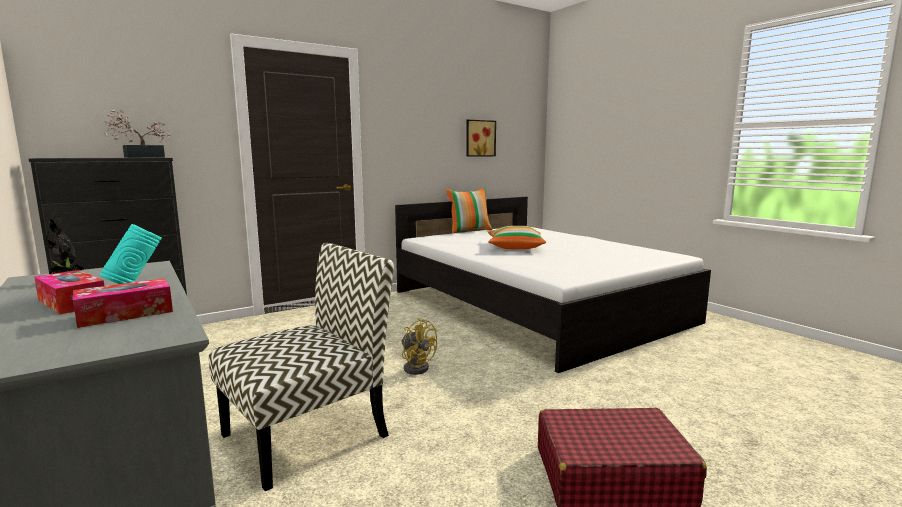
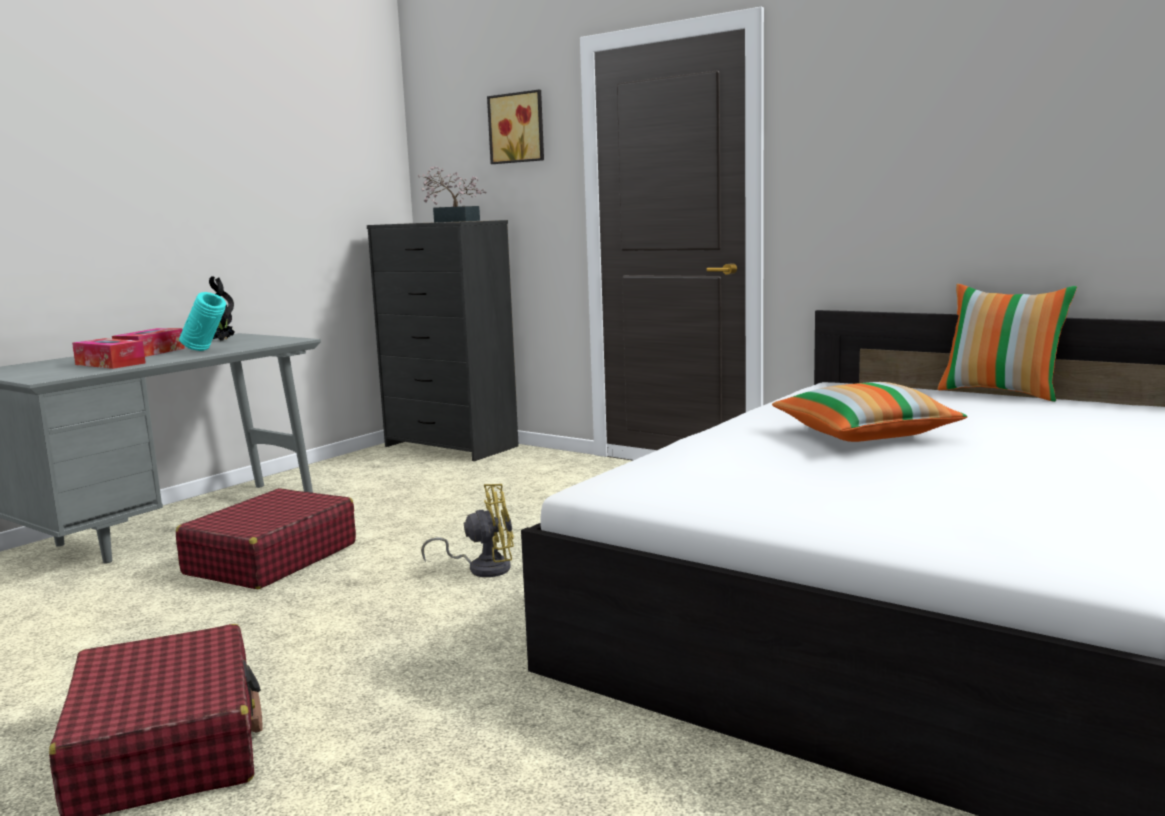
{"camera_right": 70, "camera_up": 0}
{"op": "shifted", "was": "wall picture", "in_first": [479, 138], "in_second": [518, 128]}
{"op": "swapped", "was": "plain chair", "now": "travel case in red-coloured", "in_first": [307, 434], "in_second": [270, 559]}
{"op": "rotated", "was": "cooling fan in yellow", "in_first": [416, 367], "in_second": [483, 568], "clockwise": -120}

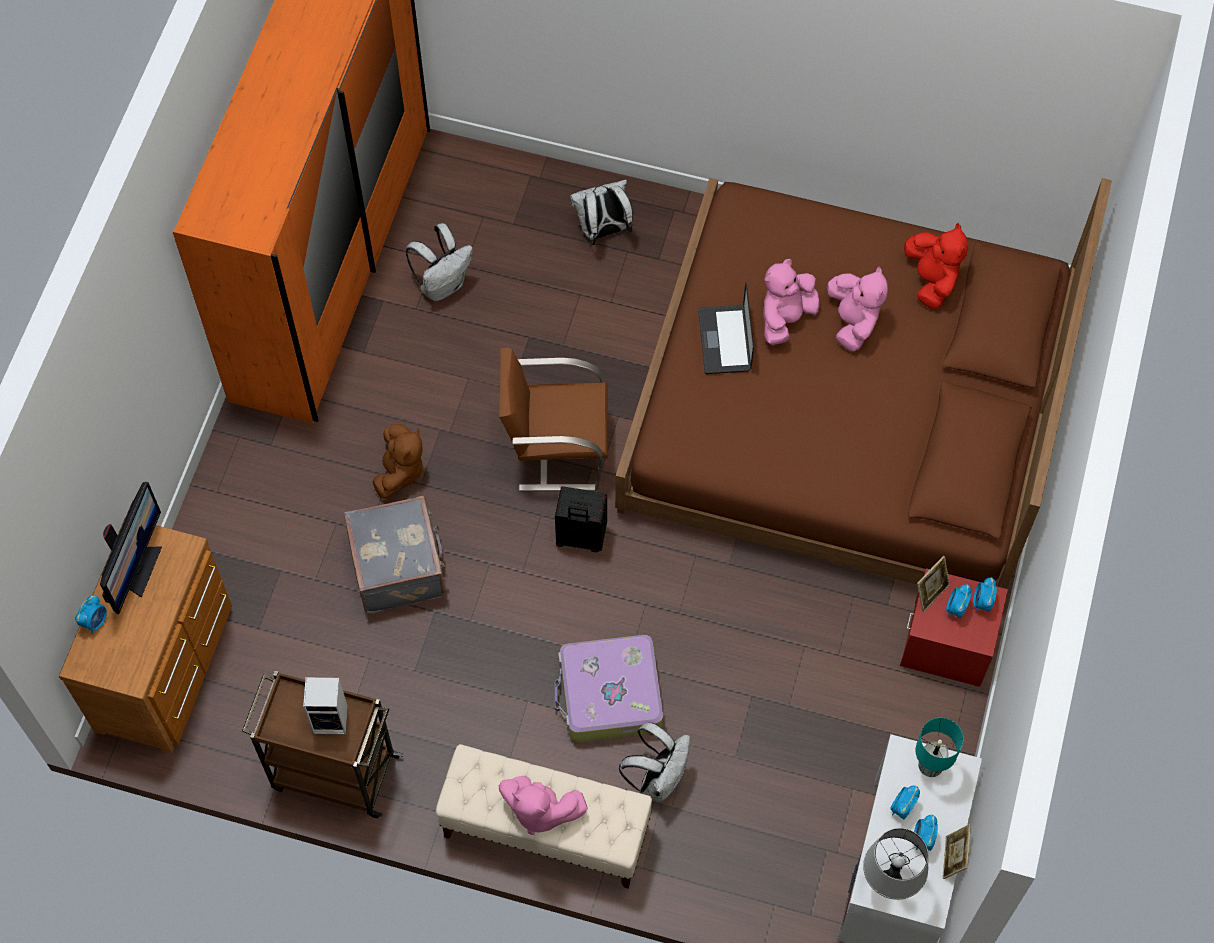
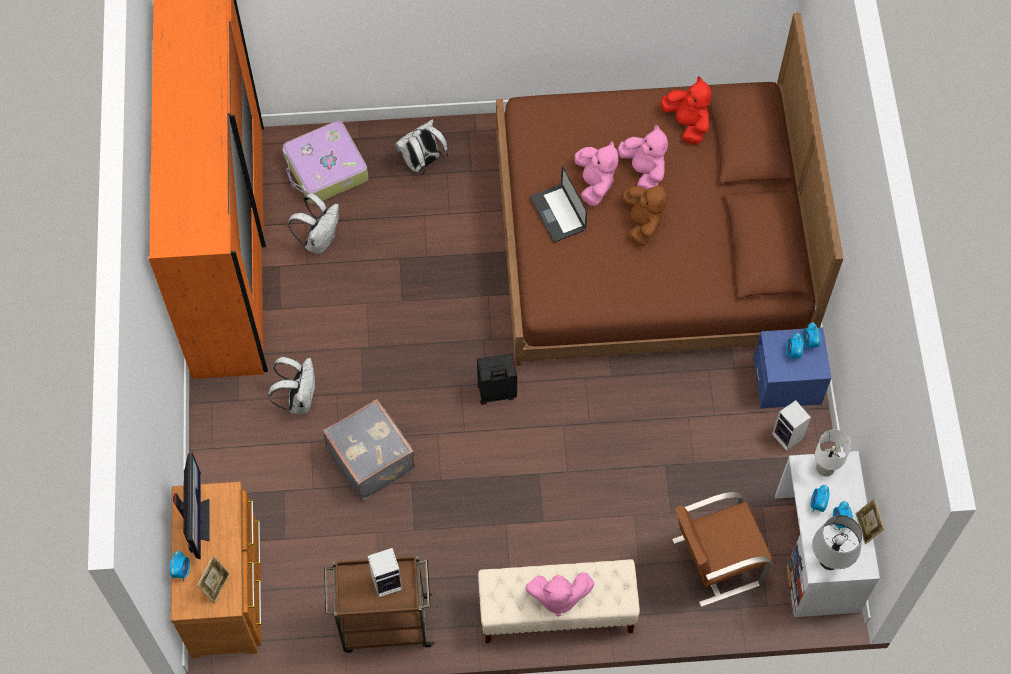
{"camera_right": -20, "camera_up": 0}
{"op": "rotated", "was": "plush toy in pink-coloured", "in_first": [786, 318], "in_second": [595, 183], "clockwise": 150}
{"op": "shifted", "was": "plain chair in brown-coloured", "in_first": [556, 449], "in_second": [714, 562]}
{"op": "shifted", "was": "plush toy in brown-coloured", "in_first": [400, 471], "in_second": [642, 223]}
{"op": "shifted", "was": "standing frame", "in_first": [930, 593], "in_second": [216, 585]}
{"op": "repainted", "was": "bedside table in red-coloured", "now": "bedside table in blue", "in_first": [947, 644], "in_second": [787, 382]}
{"op": "shifted", "was": "travel case", "in_first": [609, 695], "in_second": [325, 169]}
{"op": "repainted", "was": "table lamp in turquoise-coloured", "now": "table lamp in white", "in_first": [930, 766], "in_second": [825, 468]}
{"op": "shifted", "was": "rucksack in white", "in_first": [658, 778], "in_second": [299, 399]}
{"op": "new", "now": "audio speaker", "in_second": [788, 437]}

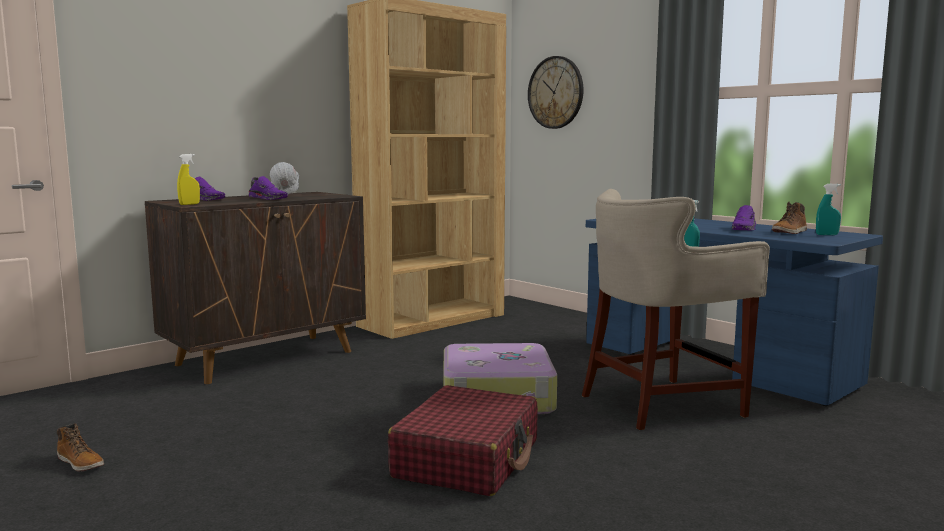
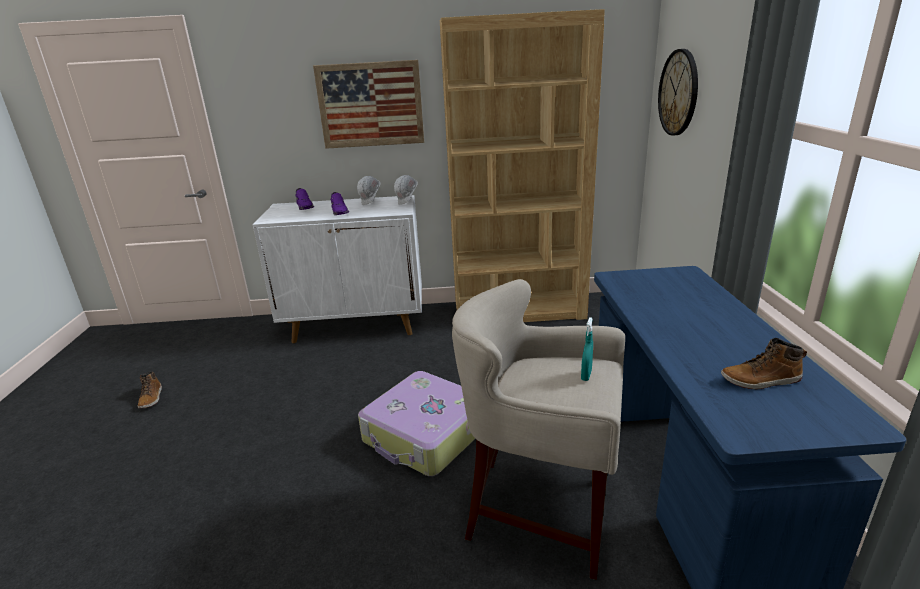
{"camera_right": 40, "camera_up": 15}
{"op": "gone", "was": "sprayer in yellow", "in_first": [189, 204]}
{"op": "gone", "was": "sprayer in turquoise-coloured", "in_first": [827, 235]}
{"op": "repainted", "was": "cupboard in brown-coloured", "now": "cupboard in white", "in_first": [267, 358], "in_second": [356, 324]}
{"op": "gone", "was": "shoe in purple-coloured", "in_first": [745, 229]}
{"op": "gone", "was": "travel case in red-coloured", "in_first": [468, 459]}
{"op": "new", "now": "wall picture", "in_second": [370, 105]}
{"op": "new", "now": "safety helmet in white", "in_second": [407, 202]}

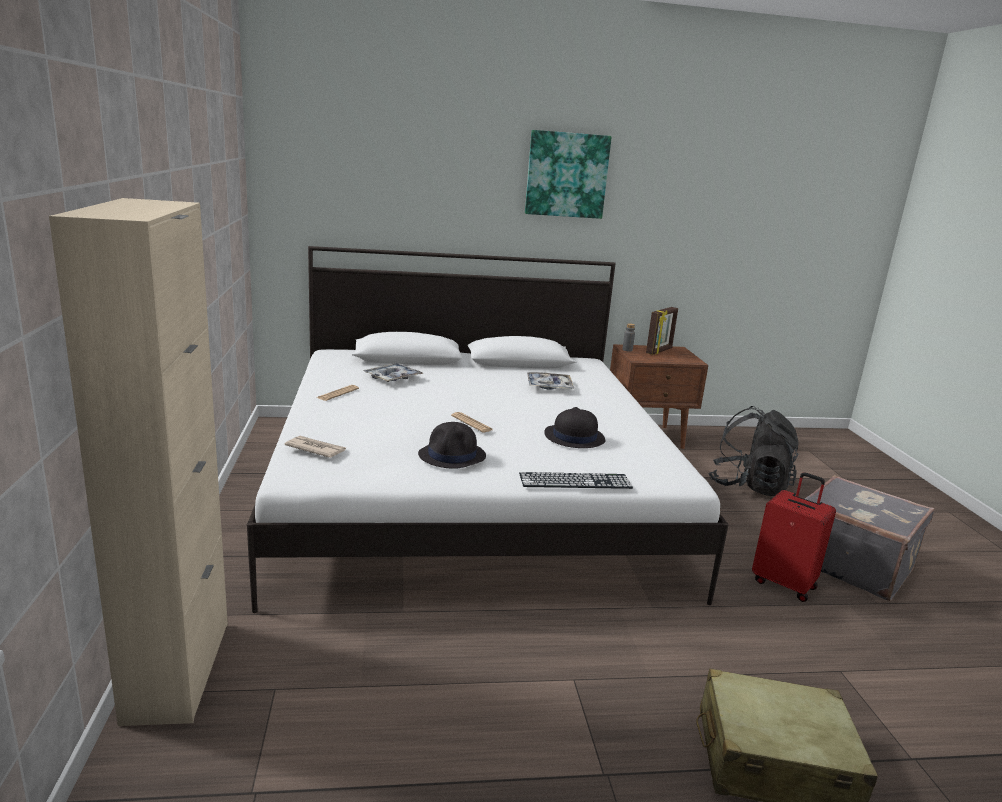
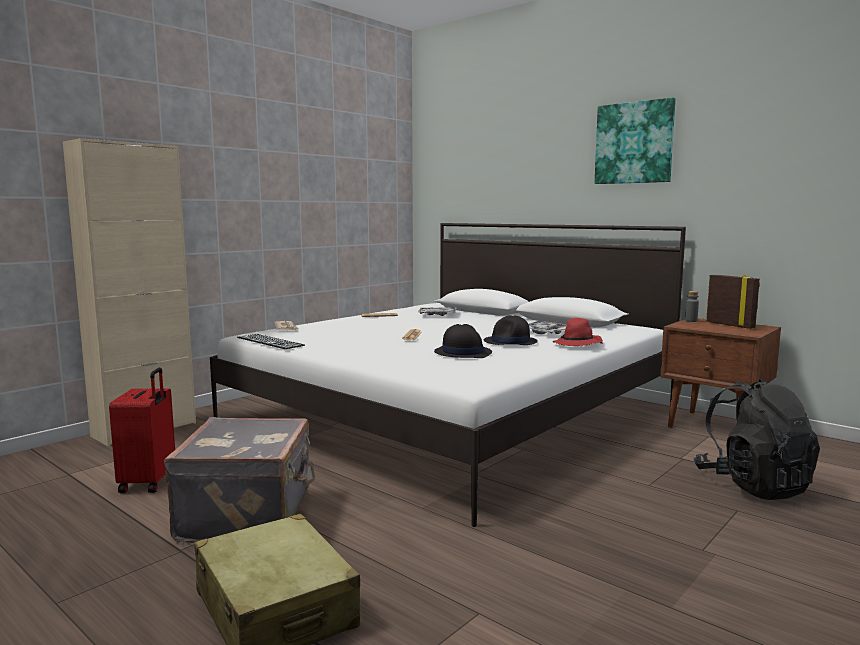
{"camera_right": 50, "camera_up": -10}
{"op": "rotated", "was": "standing frame", "in_first": [659, 351], "in_second": [730, 325], "clockwise": -120}
{"op": "shifted", "was": "clothing hat in black", "in_first": [452, 456], "in_second": [510, 342]}
{"op": "shifted", "was": "computer keyboard", "in_first": [575, 481], "in_second": [270, 341]}
{"op": "shifted", "was": "travel case in red-coloured", "in_first": [784, 584], "in_second": [149, 482]}
{"op": "shifted", "was": "travel case in grey", "in_first": [851, 564], "in_second": [249, 514]}
{"op": "new", "now": "clothing hat in red-coloured", "in_second": [578, 344]}

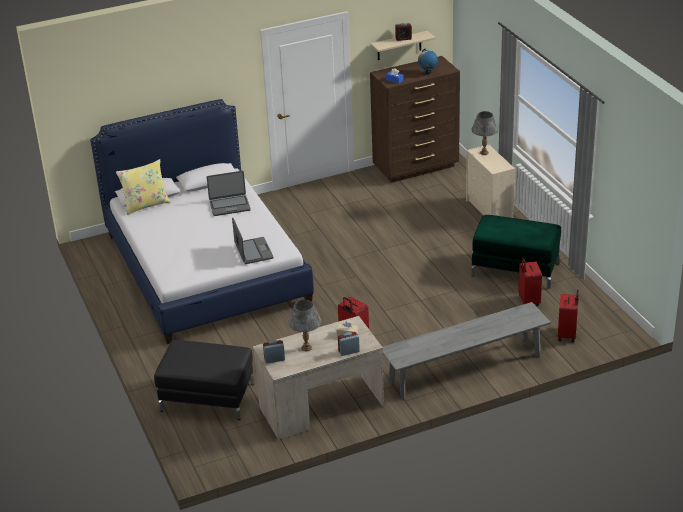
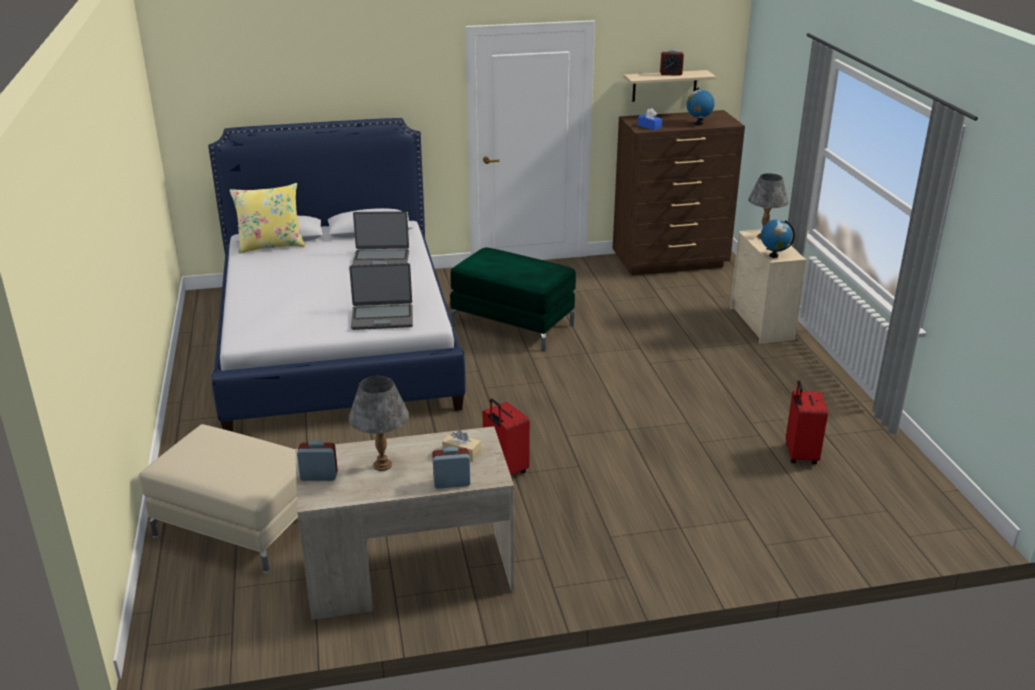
{"camera_right": 10, "camera_up": -5}
{"op": "shifted", "was": "footrest in green-coloured", "in_first": [516, 269], "in_second": [513, 325]}
{"op": "rotated", "was": "portable computer", "in_first": [253, 251], "in_second": [382, 317], "clockwise": 90}
{"op": "gone", "was": "travel case in red-coloured", "in_first": [567, 334]}
{"op": "gone", "was": "long seat in grey", "in_first": [465, 368]}
{"op": "repainted", "was": "footrest in black", "now": "footrest in sand-coloured", "in_first": [207, 397], "in_second": [236, 527]}
{"op": "new", "now": "world globe", "in_second": [773, 255]}

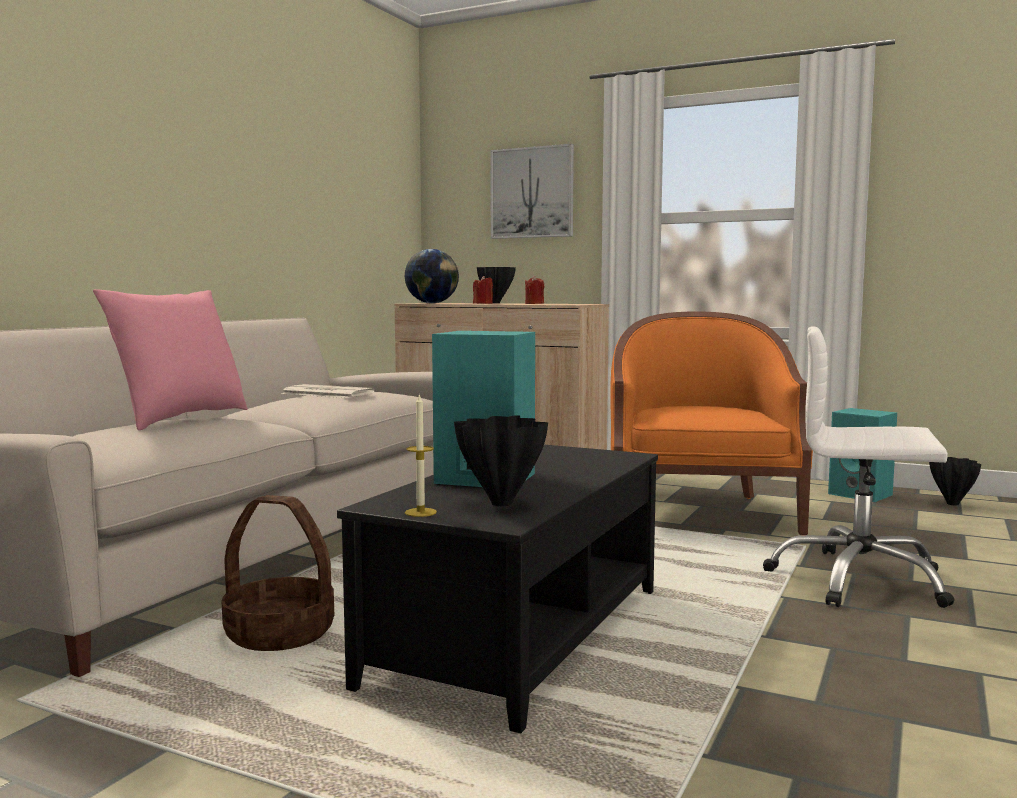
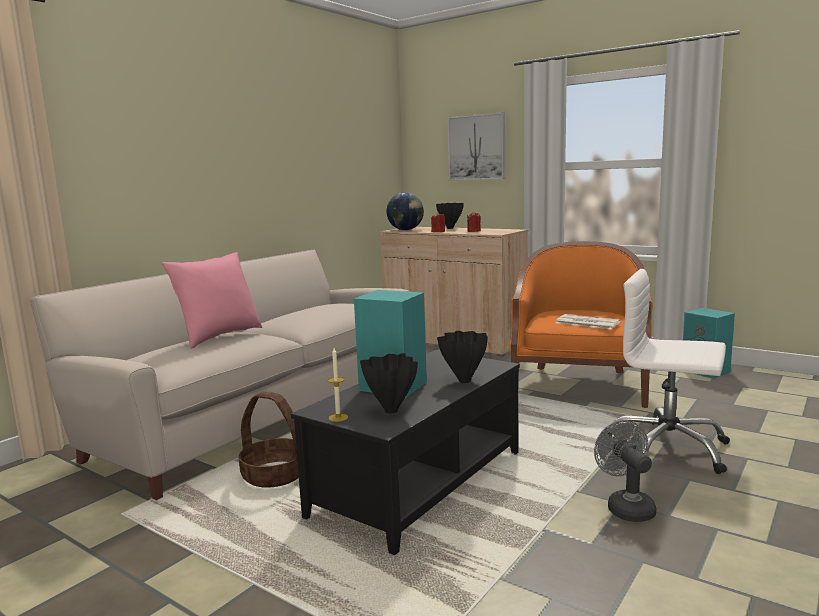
{"camera_right": 10, "camera_up": 5}
{"op": "shifted", "was": "daily paper", "in_first": [326, 393], "in_second": [586, 323]}
{"op": "shifted", "was": "decorative vase in black", "in_first": [952, 503], "in_second": [464, 381]}
{"op": "new", "now": "cooling fan in grey", "in_second": [626, 506]}

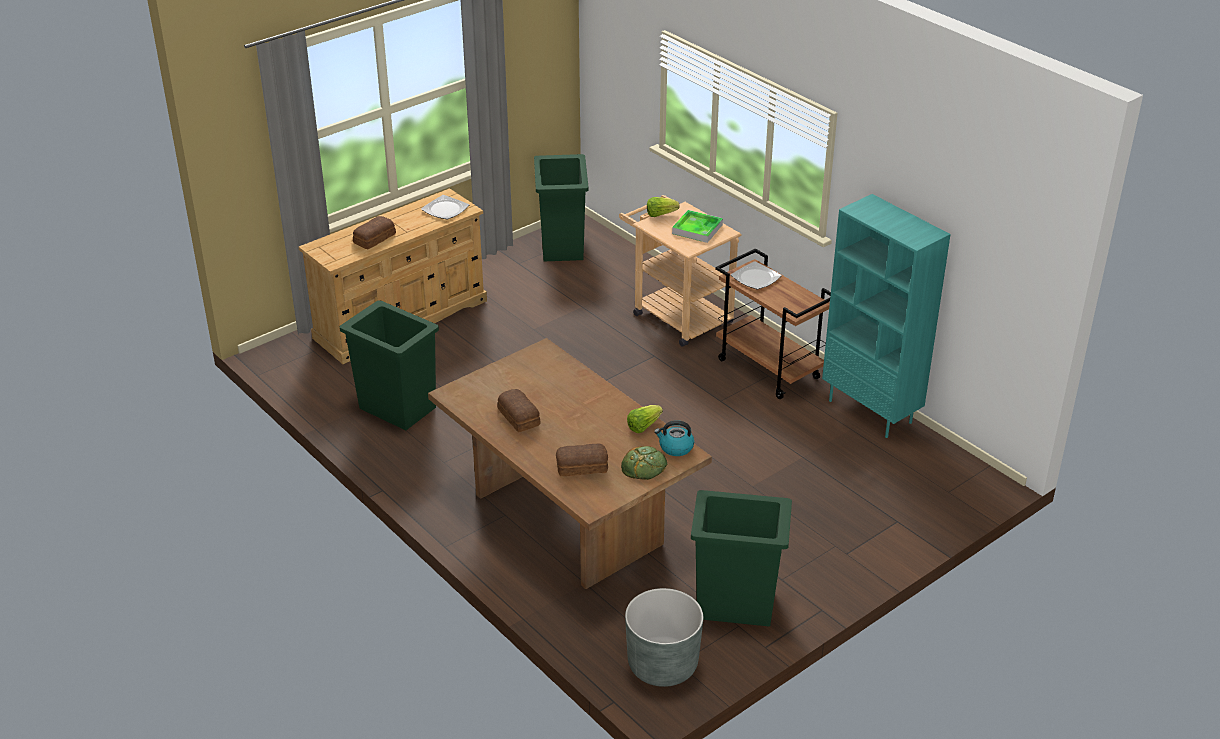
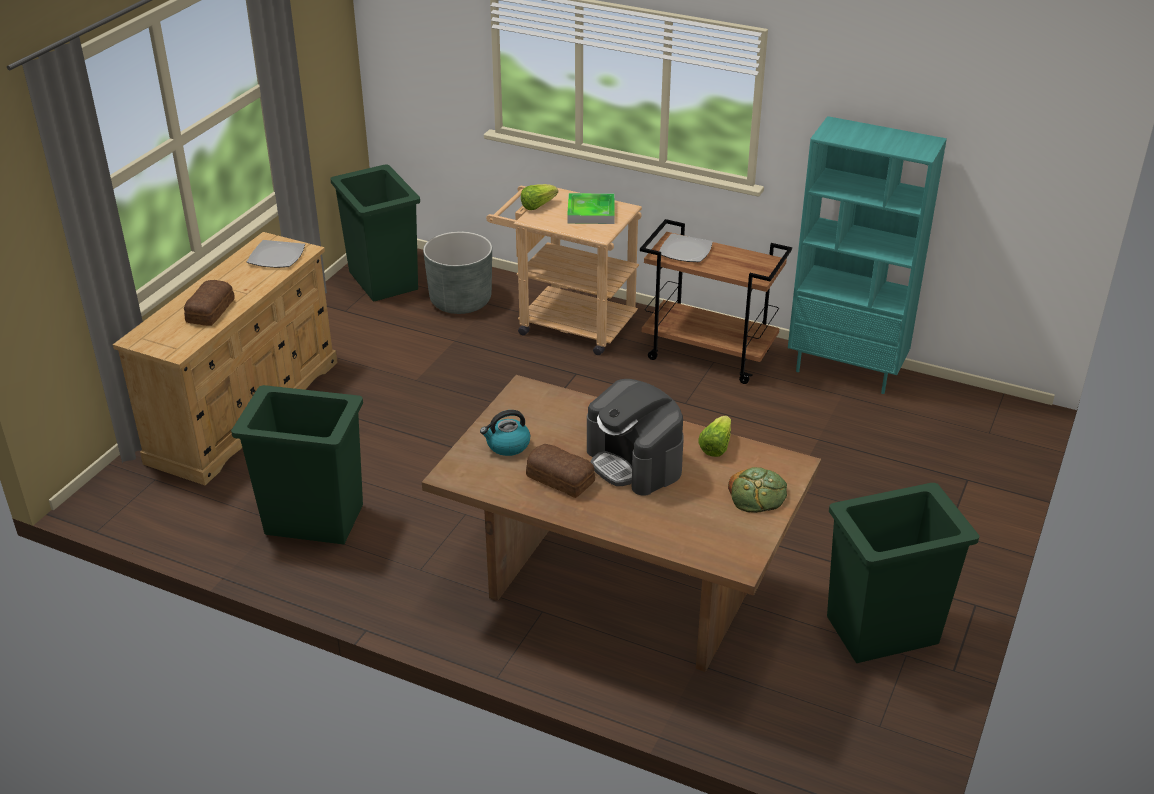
{"camera_right": -25, "camera_up": 0}
{"op": "shifted", "was": "tea kettle", "in_first": [675, 447], "in_second": [507, 445]}
{"op": "gone", "was": "bakery bread", "in_first": [581, 466]}
{"op": "shifted", "was": "planter in grey", "in_first": [662, 664], "in_second": [460, 301]}
{"op": "new", "now": "coffee maker", "in_second": [634, 462]}

